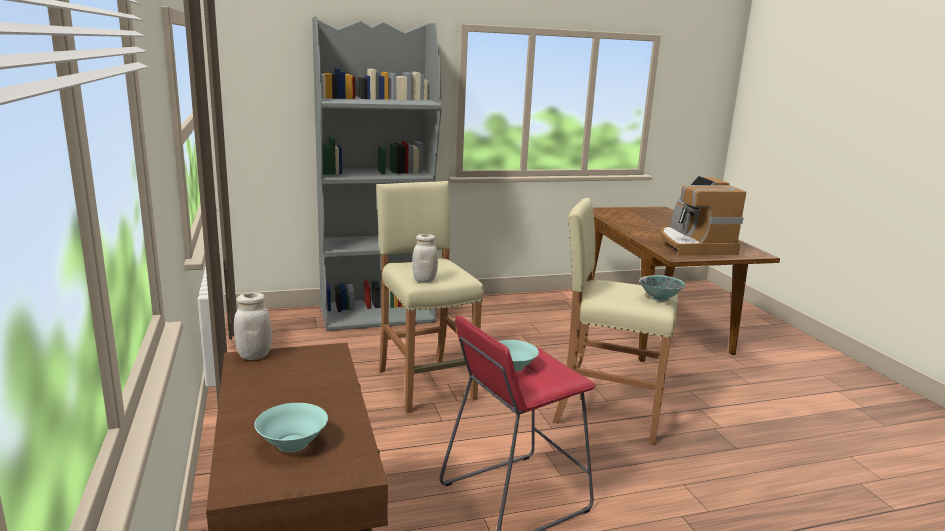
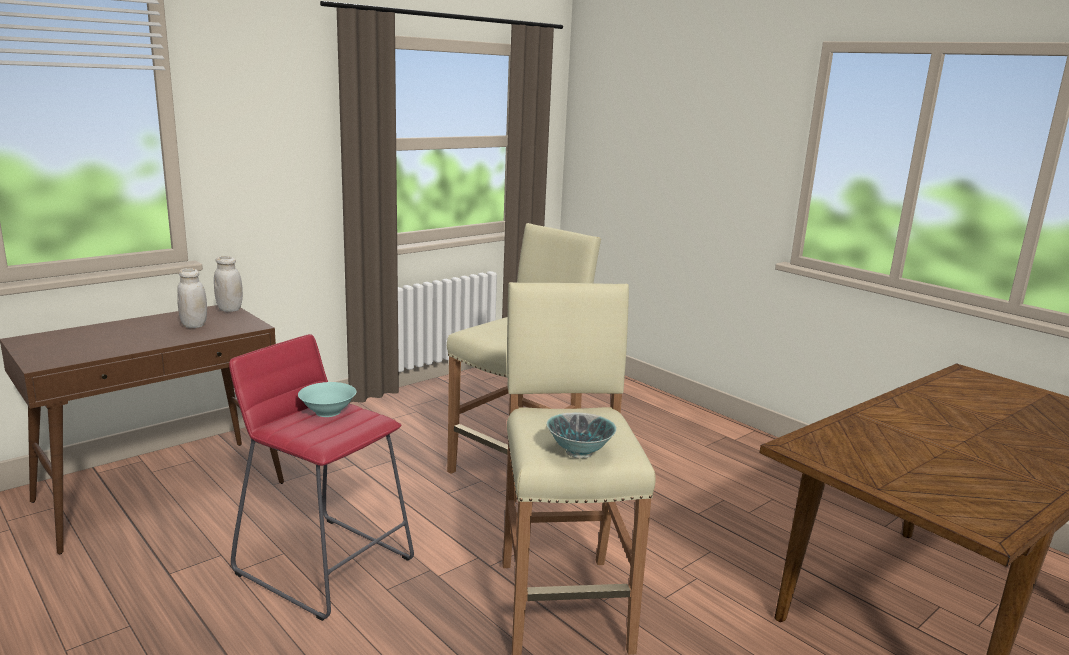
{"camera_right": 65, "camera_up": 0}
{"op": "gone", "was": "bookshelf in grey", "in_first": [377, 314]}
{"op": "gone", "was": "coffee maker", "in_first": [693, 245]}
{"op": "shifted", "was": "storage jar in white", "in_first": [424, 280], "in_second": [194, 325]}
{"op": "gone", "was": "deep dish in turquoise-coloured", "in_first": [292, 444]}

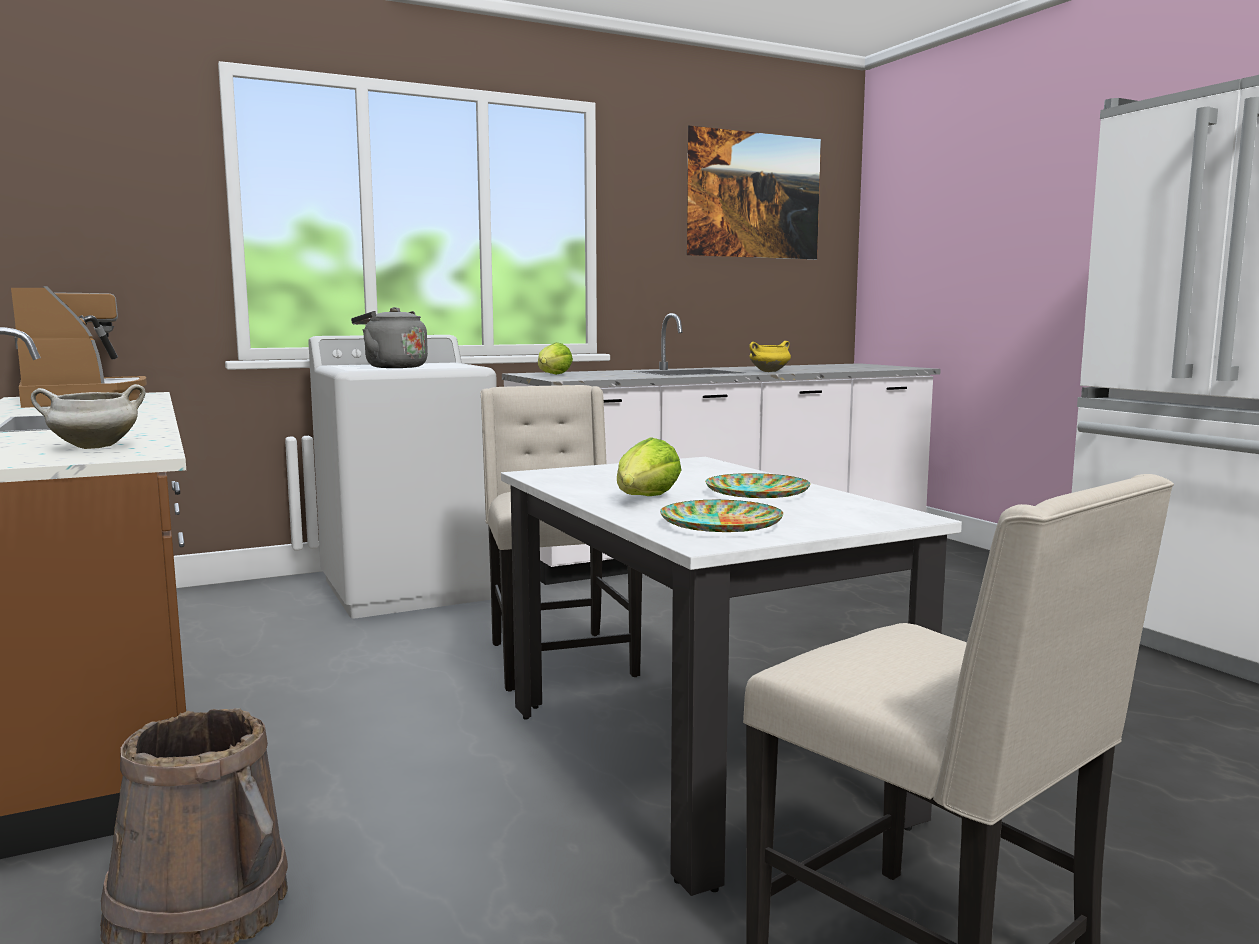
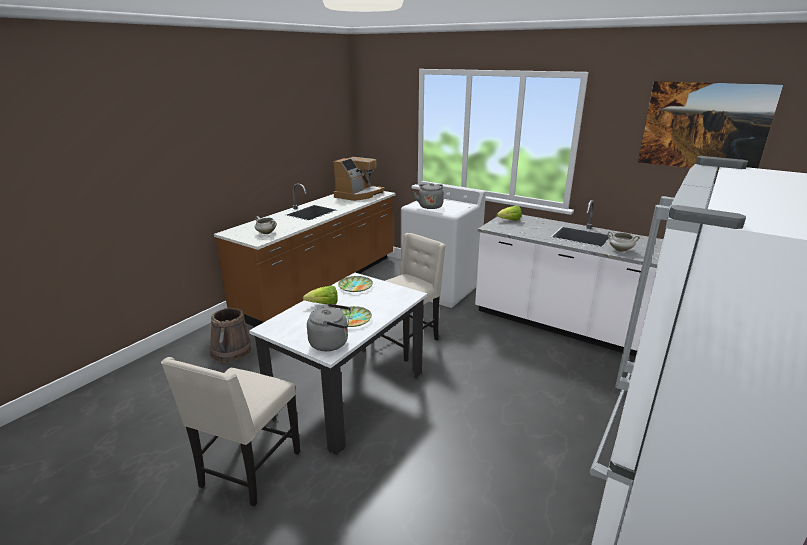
{"camera_right": 60, "camera_up": 15}
{"op": "repainted", "was": "cooking pot in yellow", "now": "cooking pot in white", "in_first": [769, 371], "in_second": [620, 250]}
{"op": "shifted", "was": "flat dish", "in_first": [720, 524], "in_second": [355, 286]}
{"op": "new", "now": "tea kettle in grey", "in_second": [331, 343]}

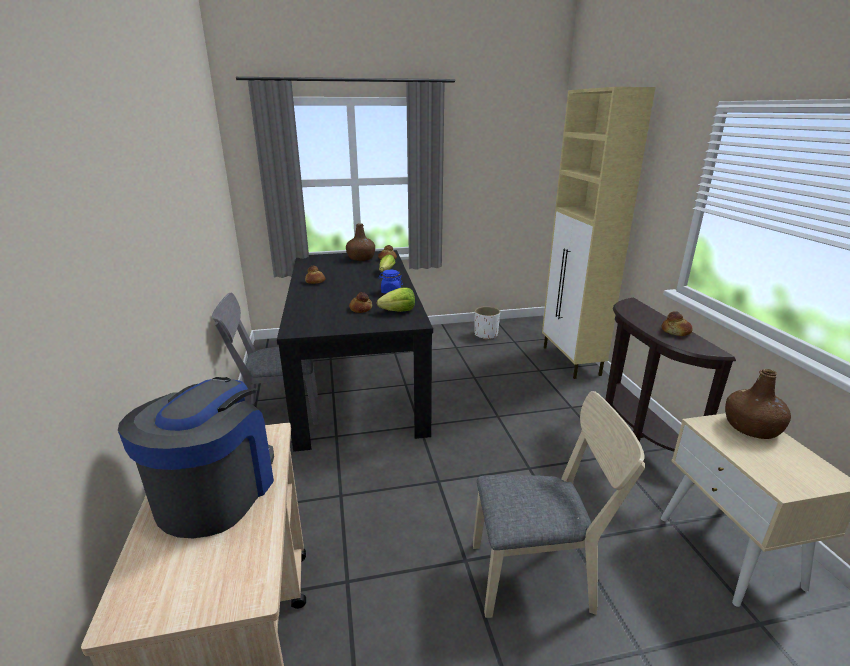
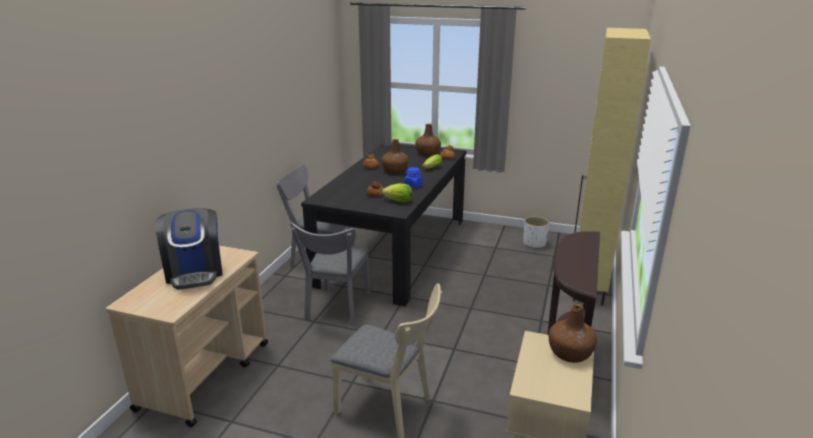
{"camera_right": 30, "camera_up": 0}
{"op": "gone", "was": "bakery bread", "in_first": [675, 332]}
{"op": "rotated", "was": "coffee maker", "in_first": [216, 491], "in_second": [195, 272], "clockwise": 120}
{"op": "new", "now": "bottle in brown-coloured", "in_second": [395, 171]}
{"op": "new", "now": "plain chair in grey", "in_second": [336, 309]}

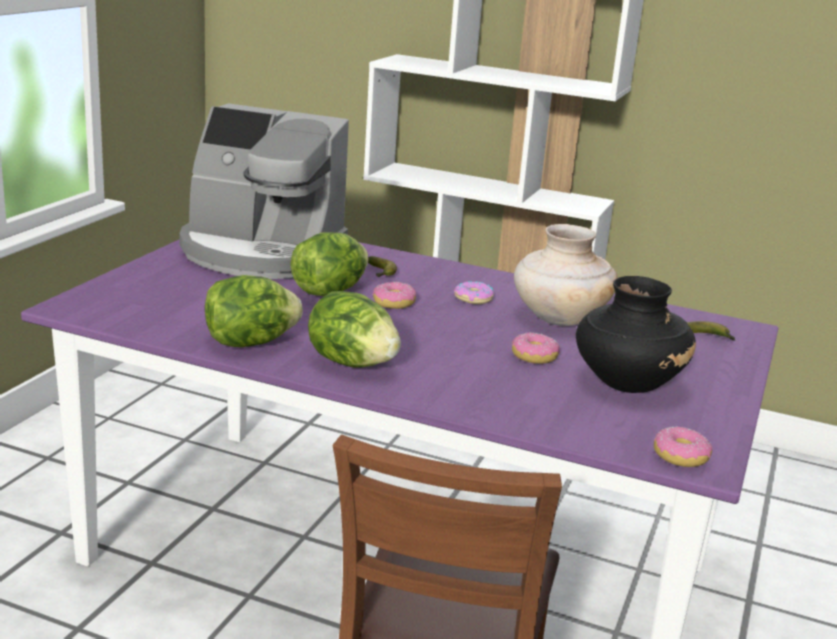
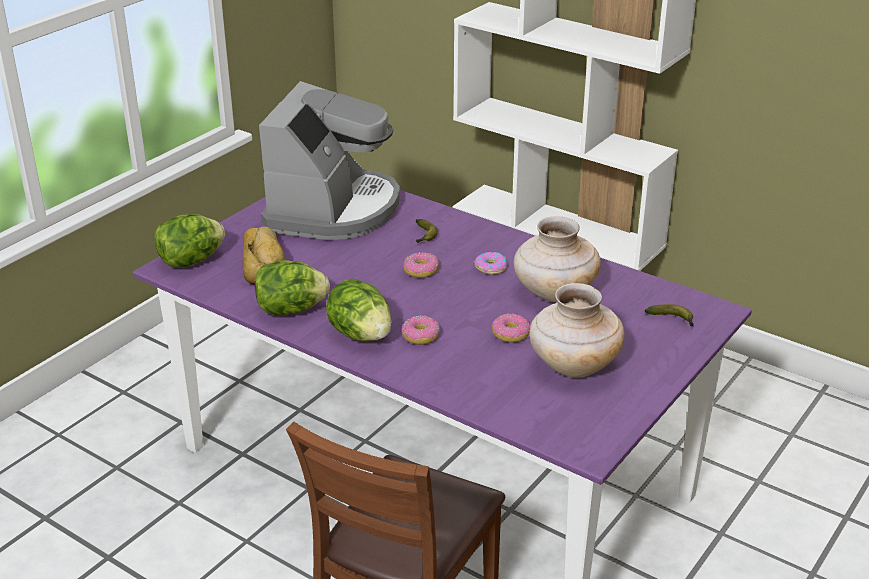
{"camera_right": 15, "camera_up": 10}
{"op": "rotated", "was": "coffee maker", "in_first": [260, 252], "in_second": [333, 209], "clockwise": -105}
{"op": "shifted", "was": "lettuce", "in_first": [329, 291], "in_second": [191, 261]}
{"op": "repainted", "was": "decorative vase in black", "now": "decorative vase in sand-coloured", "in_first": [626, 383], "in_second": [573, 366]}
{"op": "shifted", "was": "ring doughnut", "in_first": [681, 456], "in_second": [421, 336]}
{"op": "new", "now": "bakery bread", "in_second": [264, 262]}

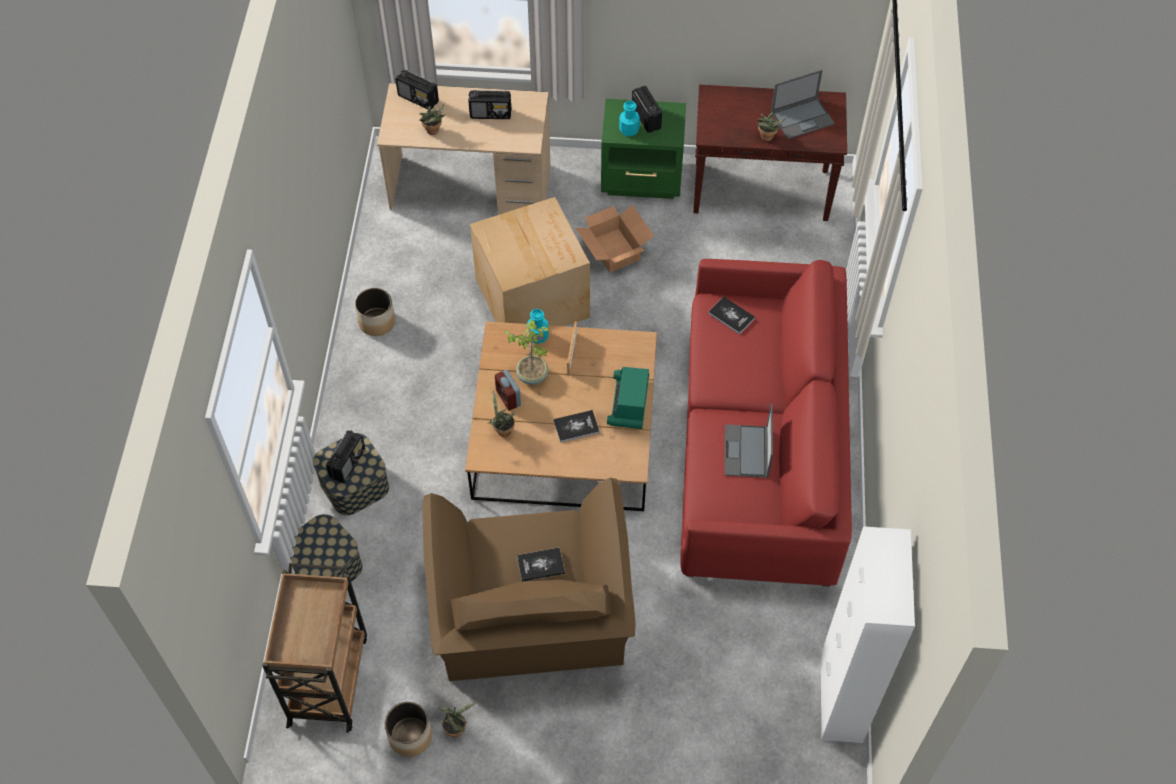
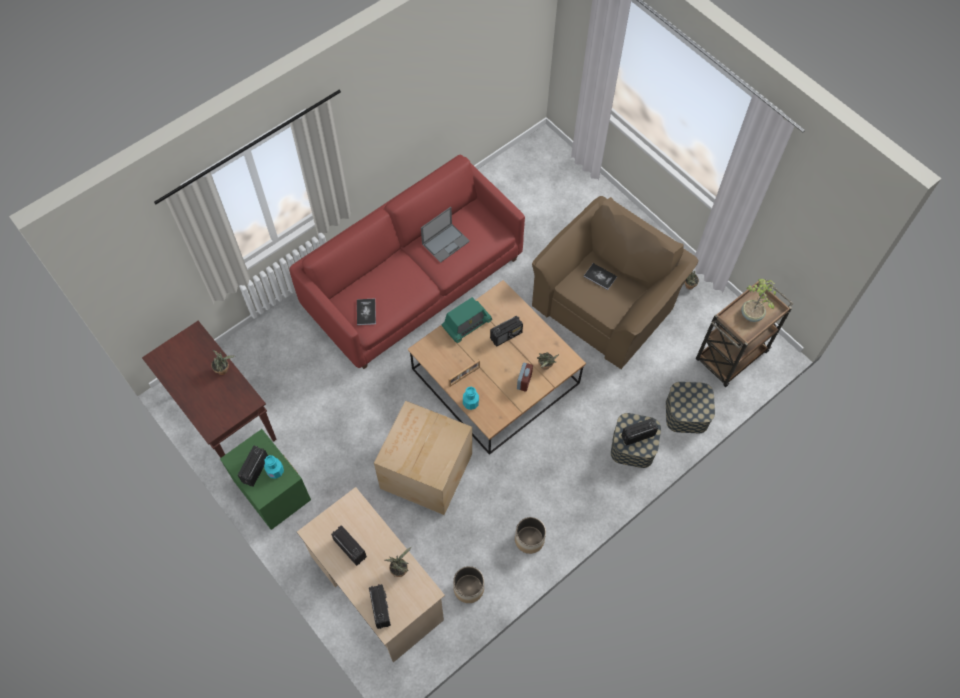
{"camera_right": -135, "camera_up": 5}
{"op": "gone", "was": "portable computer", "in_first": [802, 118]}
{"op": "gone", "was": "packing box", "in_first": [614, 249]}
{"op": "shifted", "was": "plant in a pot", "in_first": [532, 375], "in_second": [751, 315]}
{"op": "swapped", "was": "bound book", "now": "radio receiver", "in_first": [576, 426], "in_second": [506, 335]}
{"op": "gone", "was": "cupboard in white", "in_first": [841, 698]}
{"op": "shifted", "was": "planter", "in_first": [410, 736], "in_second": [468, 588]}

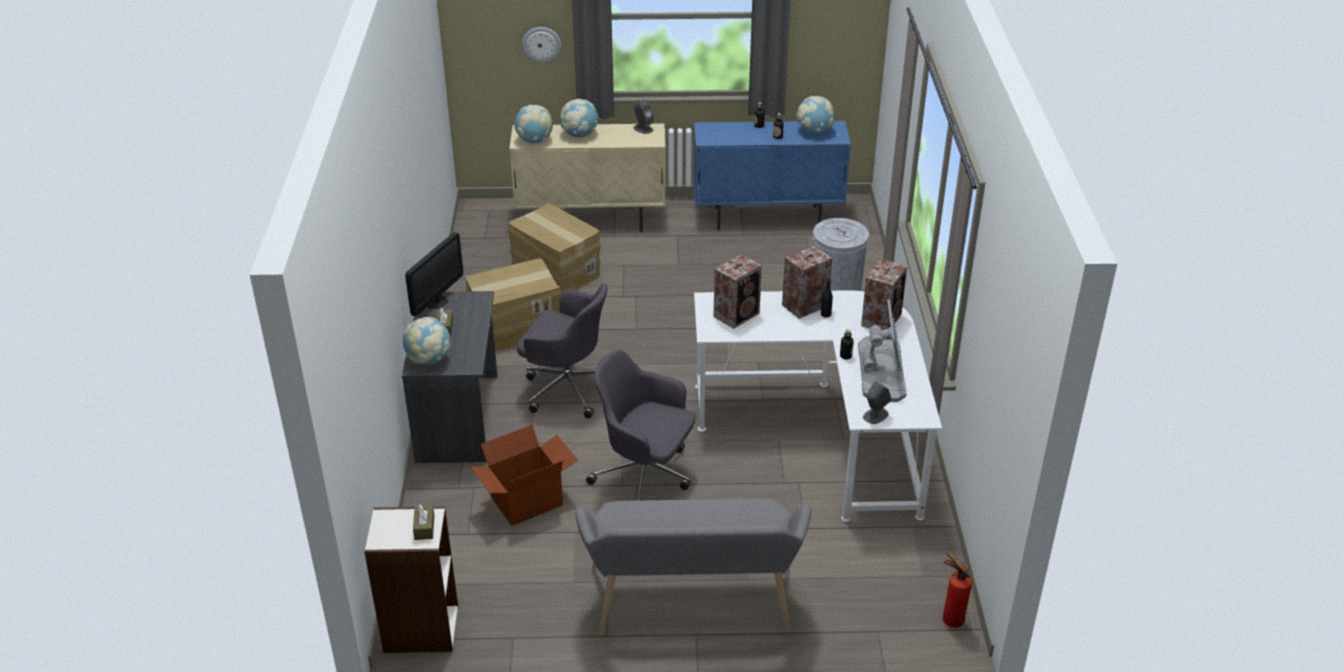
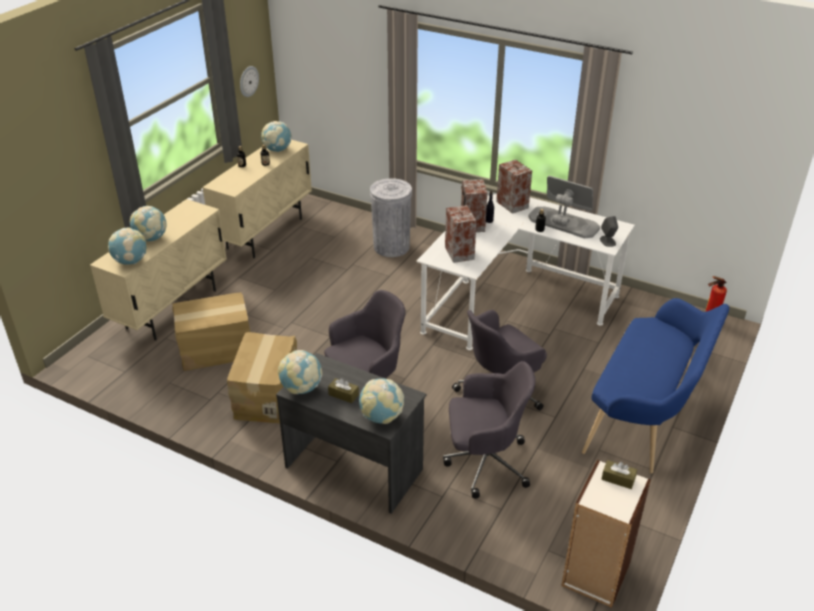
{"camera_right": -60, "camera_up": 0}
{"op": "shifted", "was": "hanging clock", "in_first": [541, 44], "in_second": [248, 81]}
{"op": "gone", "was": "audio speaker in grey", "in_first": [643, 129]}
{"op": "repainted", "was": "cupboard in blue", "now": "cupboard in sand-coloured", "in_first": [767, 218], "in_second": [265, 233]}
{"op": "swapped", "was": "computer display", "now": "world globe", "in_first": [436, 302], "in_second": [301, 388]}
{"op": "swapped", "was": "packing box", "now": "office chair in grey", "in_first": [526, 500], "in_second": [484, 462]}
{"op": "repainted", "was": "long seat in grey", "now": "long seat in blue", "in_first": [692, 607], "in_second": [646, 419]}

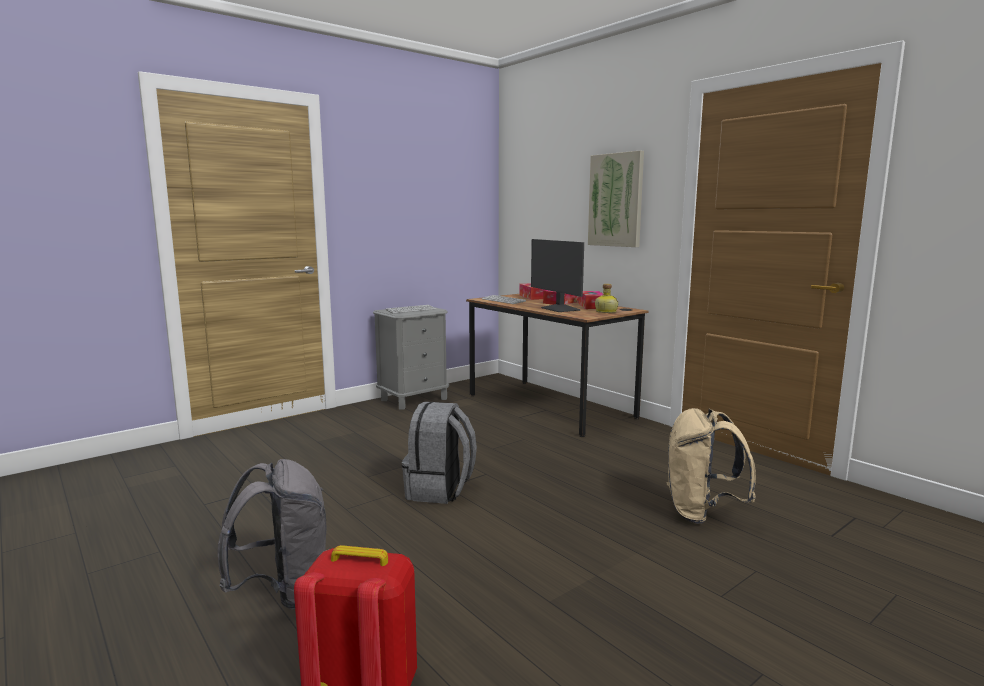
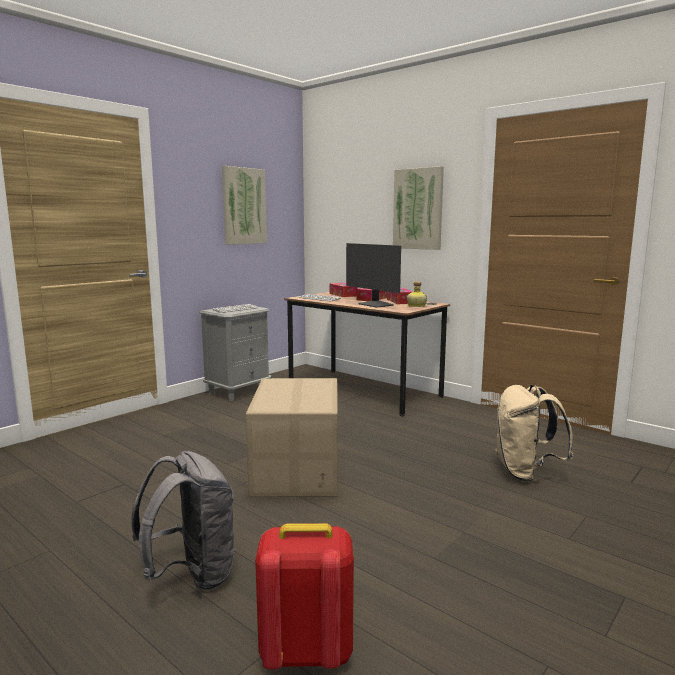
{"camera_right": -10, "camera_up": 0}
{"op": "swapped", "was": "rucksack in grey", "now": "packing box", "in_first": [440, 490], "in_second": [298, 471]}
{"op": "new", "now": "wall picture", "in_second": [243, 206]}

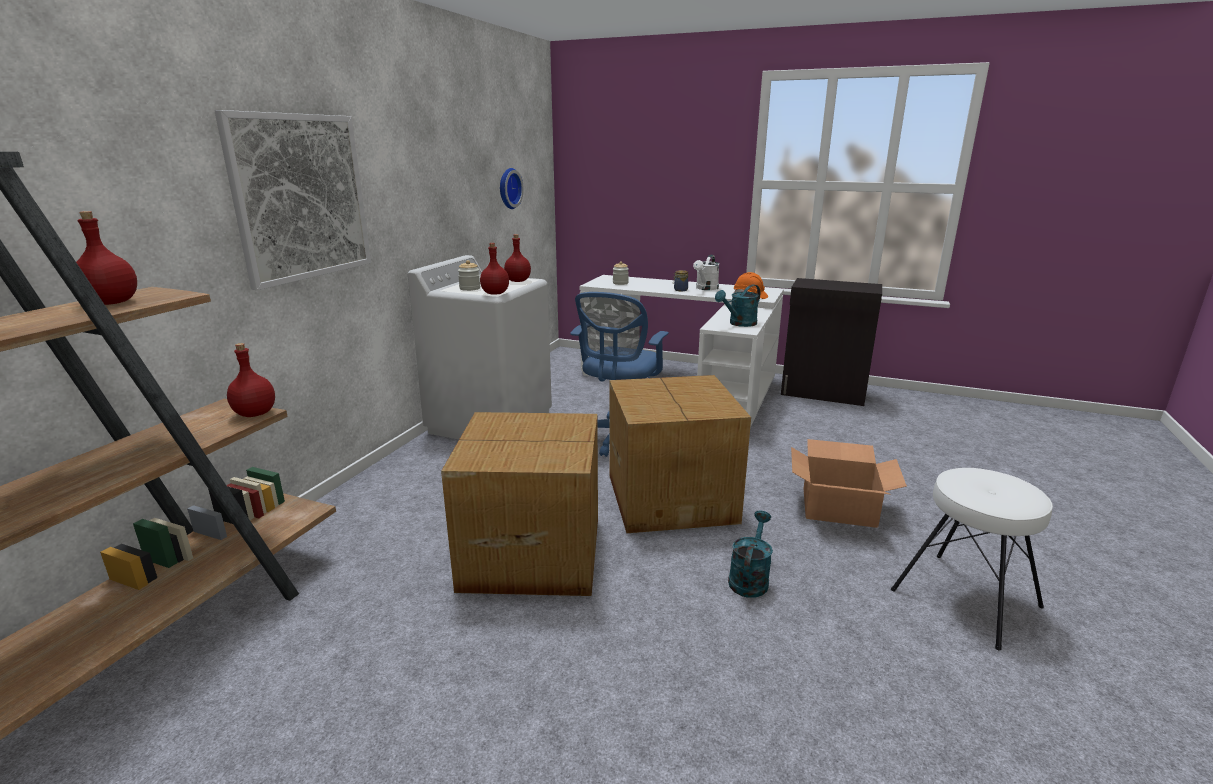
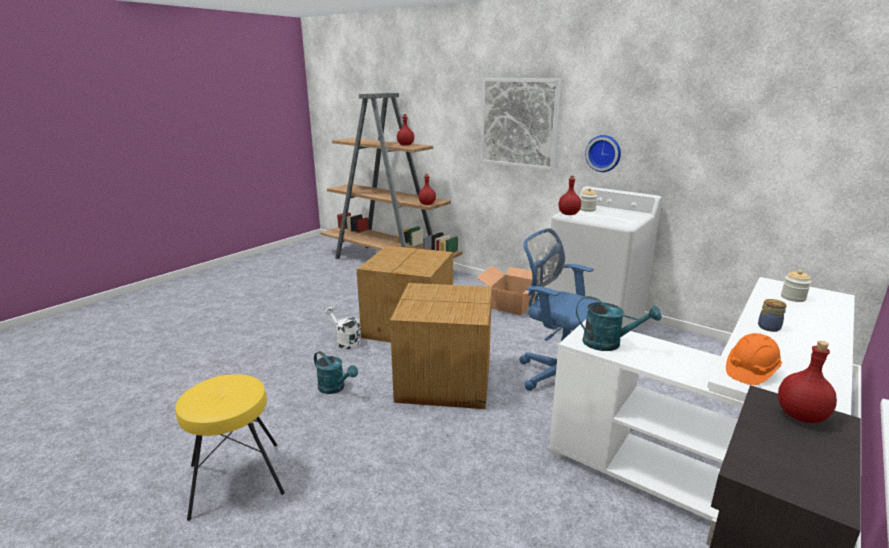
{"camera_right": 105, "camera_up": 0}
{"op": "shifted", "was": "hanging clock", "in_first": [508, 188], "in_second": [604, 153]}
{"op": "shifted", "was": "bottle in red-coloured", "in_first": [518, 281], "in_second": [801, 416]}
{"op": "shifted", "was": "watering can in white", "in_first": [705, 288], "in_second": [345, 342]}
{"op": "rotated", "was": "watering can in turquoise-coloured", "in_first": [739, 324], "in_second": [609, 344], "clockwise": 135}
{"op": "shifted", "was": "packing box", "in_first": [838, 507], "in_second": [513, 304]}
{"op": "repainted", "was": "stool in white", "now": "stool in yellow", "in_first": [966, 597], "in_second": [236, 479]}

